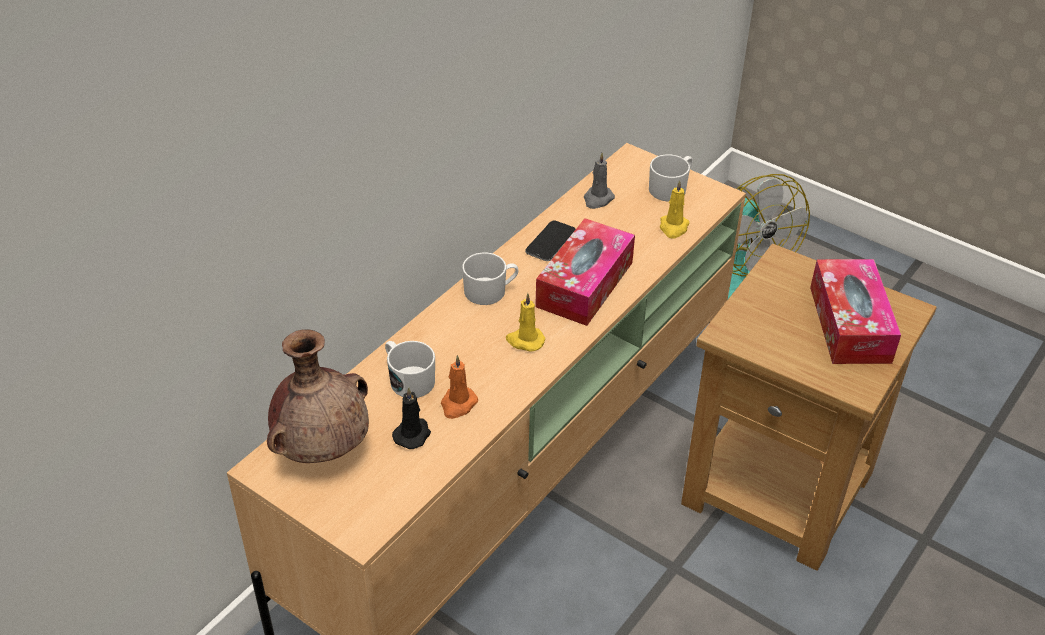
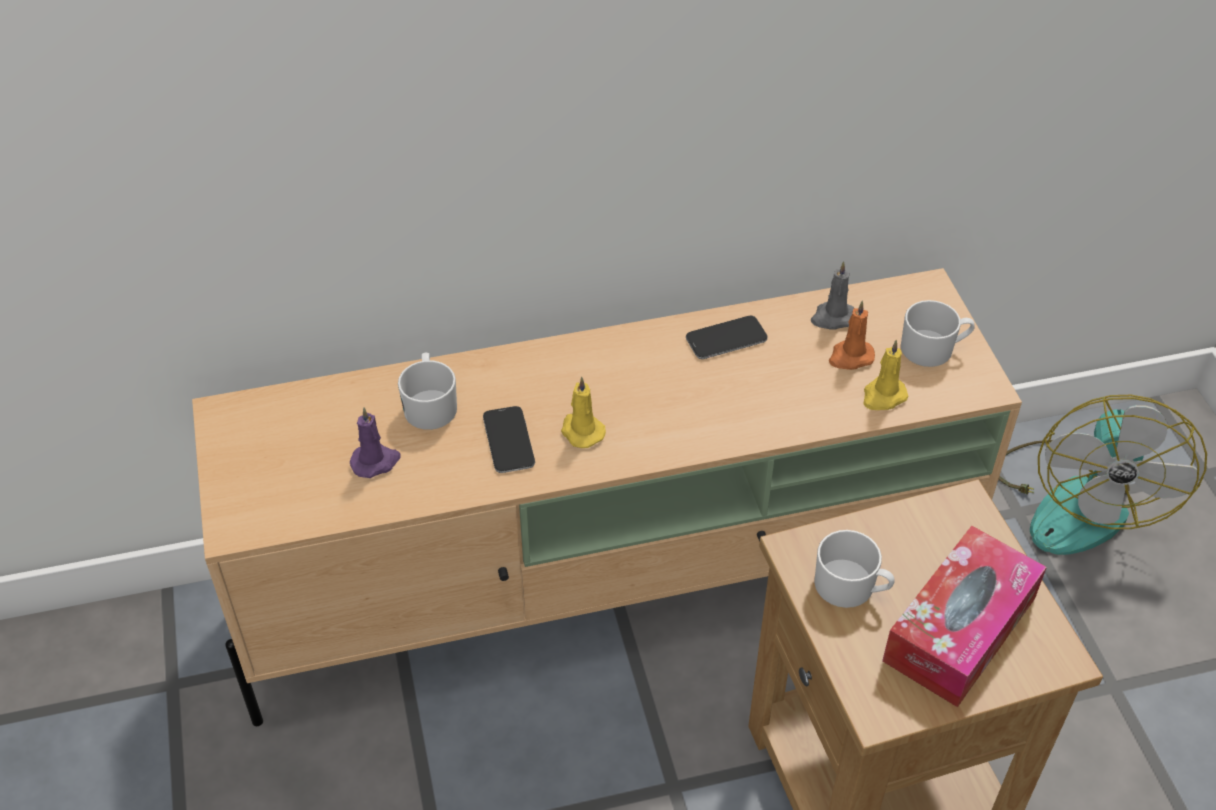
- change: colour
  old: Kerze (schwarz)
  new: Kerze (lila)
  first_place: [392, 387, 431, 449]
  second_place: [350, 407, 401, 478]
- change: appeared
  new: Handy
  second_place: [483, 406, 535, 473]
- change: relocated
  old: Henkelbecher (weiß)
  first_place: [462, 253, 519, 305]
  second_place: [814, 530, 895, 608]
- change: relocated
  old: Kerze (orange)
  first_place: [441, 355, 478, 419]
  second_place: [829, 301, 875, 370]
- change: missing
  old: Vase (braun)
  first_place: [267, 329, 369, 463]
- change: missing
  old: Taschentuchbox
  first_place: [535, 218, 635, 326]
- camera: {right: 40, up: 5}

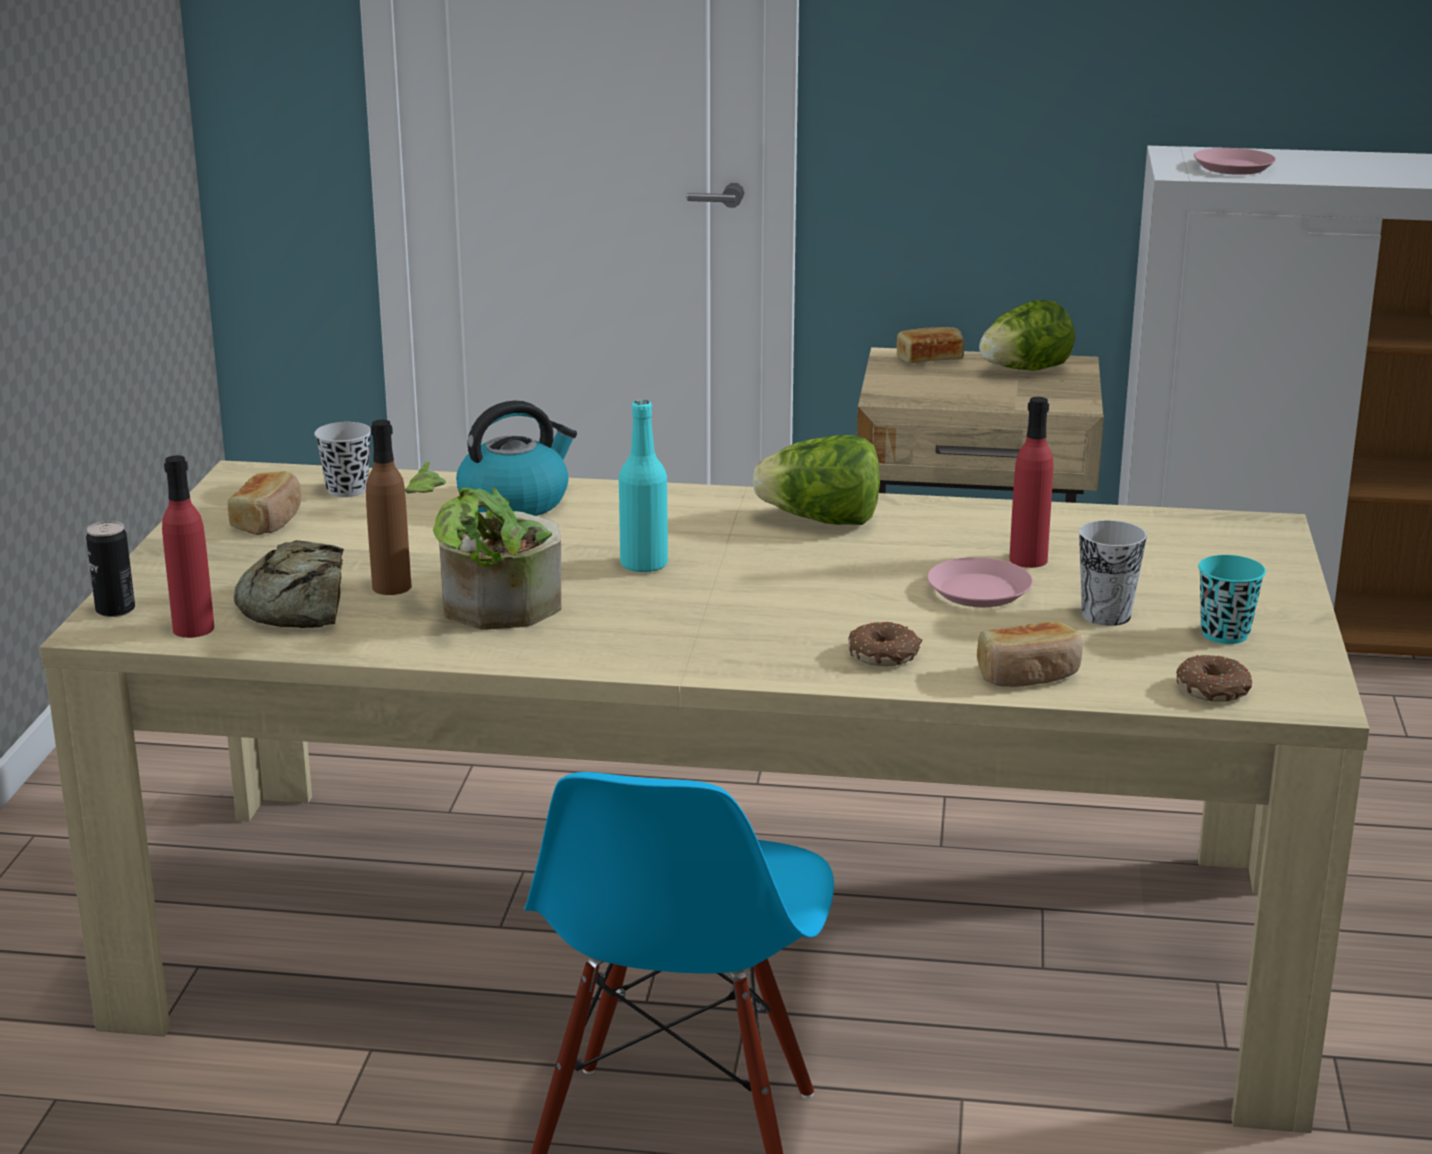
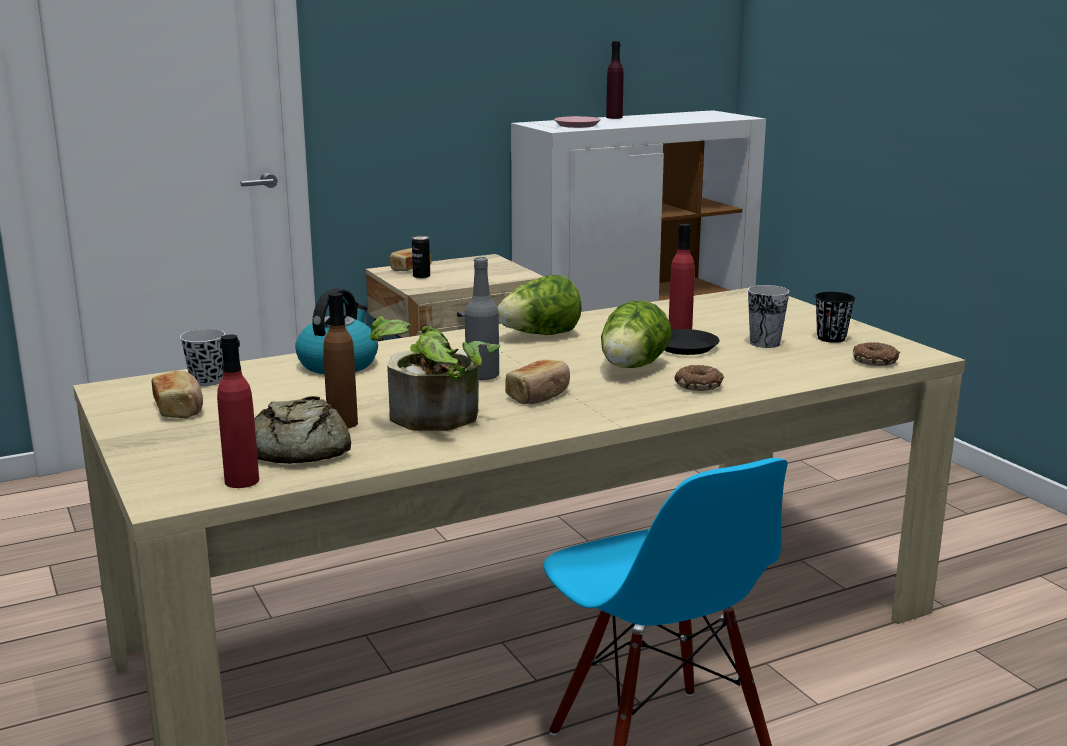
- change: relocated
  old: Dose
  first_place: [86, 521, 135, 617]
  second_place: [412, 236, 430, 279]
- change: colour
  old: Flasche (türkis)
  new: Flasche (grau)
  first_place: [619, 400, 668, 573]
  second_place: [465, 257, 499, 381]
- change: relocated
  old: Brot
  first_place: [977, 622, 1083, 687]
  second_place: [505, 360, 570, 404]
- change: relocated
  old: Salatkopf
  first_place: [979, 300, 1075, 371]
  second_place: [601, 301, 671, 368]
- change: appeared
  new: Flasche (lila)
  second_place: [606, 41, 624, 119]
- change: colour
  old: Teller (rosa)
  new: Teller (schwarz)
  first_place: [927, 557, 1033, 607]
  second_place: [664, 329, 719, 355]
- change: colour
  old: Tasse (türkis)
  new: Tasse (schwarz)
  first_place: [1198, 555, 1266, 644]
  second_place: [815, 292, 855, 343]
- camera: {right: -35, up: -5}

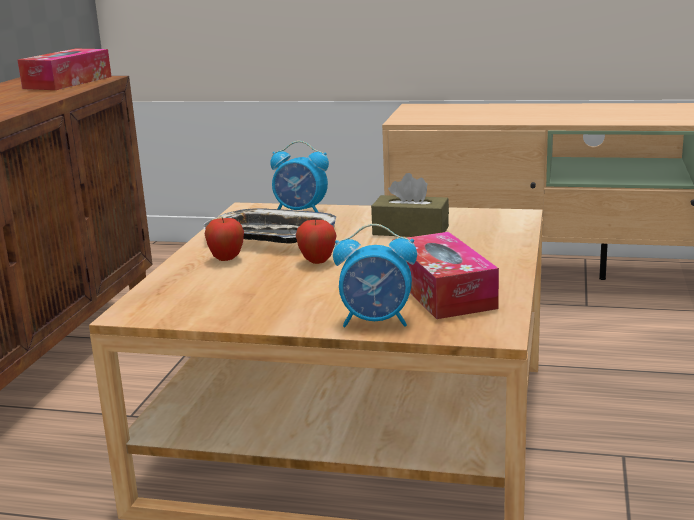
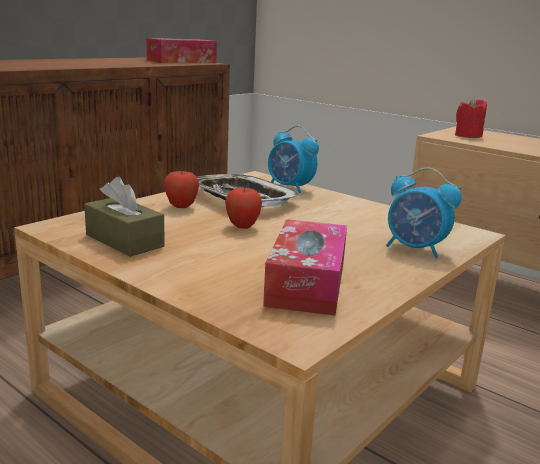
- change: relocated
  old: Taschentuchbox (braun)
  first_place: [371, 173, 449, 237]
  second_place: [84, 177, 165, 257]
- change: relocated
  old: Wecker
  first_place: [333, 224, 417, 327]
  second_place: [386, 167, 462, 258]
- change: appeared
  new: Kerze (rot)
  second_place: [455, 97, 487, 138]
- camera: {right: 25, up: 0}

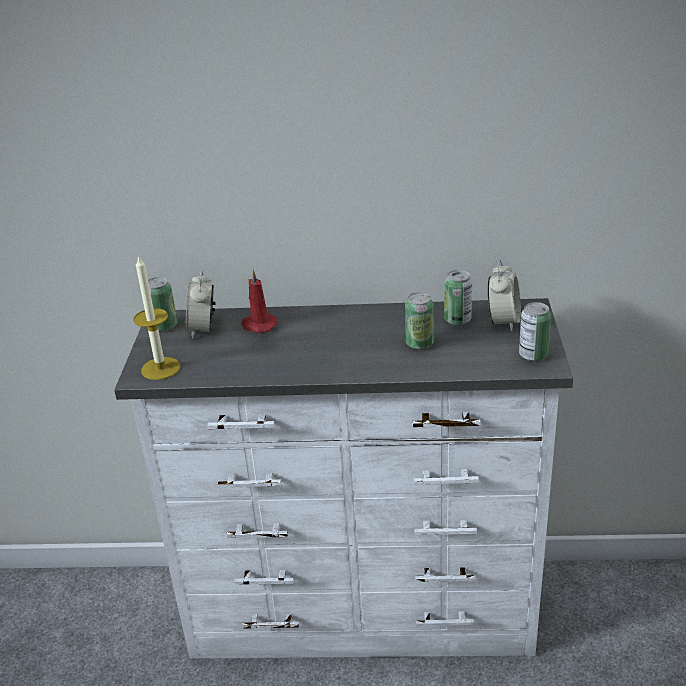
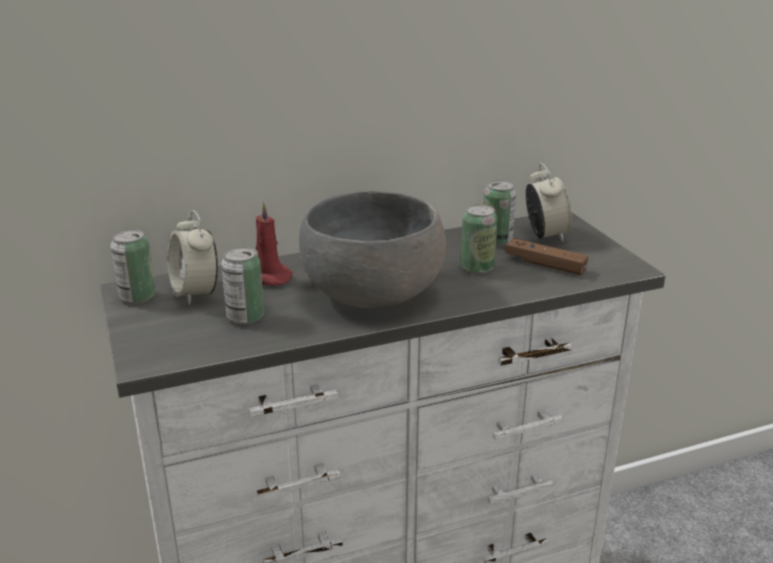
- change: relocated
  old: Dose
  first_place: [519, 302, 551, 361]
  second_place: [221, 247, 264, 325]
- change: appeared
  new: Schüssel (grau)
  second_place: [299, 191, 446, 308]
- change: appeared
  new: Gamepad (braun)
  second_place: [505, 238, 588, 275]
- change: missing
  old: Kerze
  first_place: [133, 255, 180, 380]
- camera: {right: -25, up: -5}

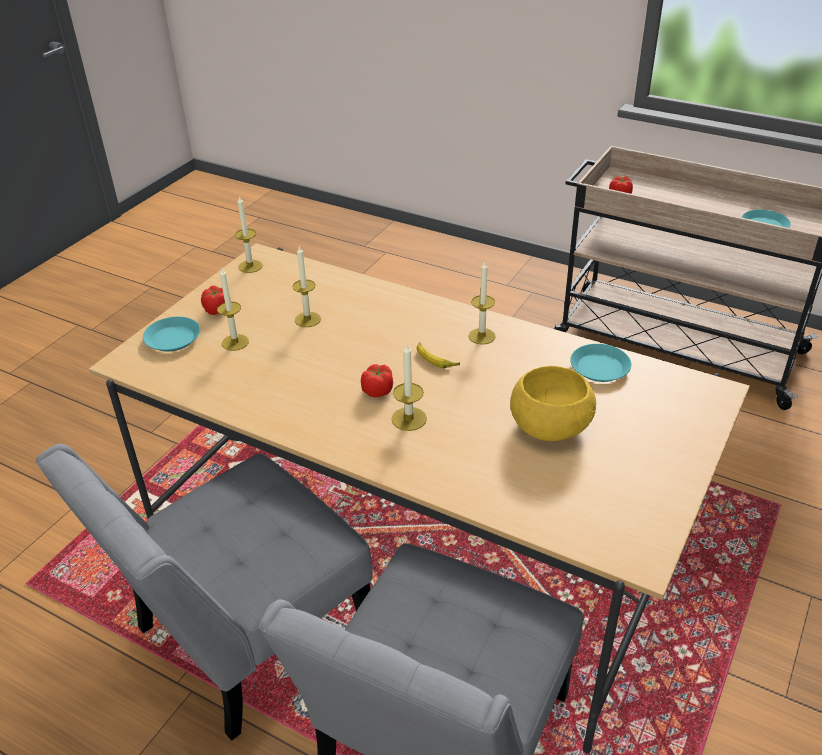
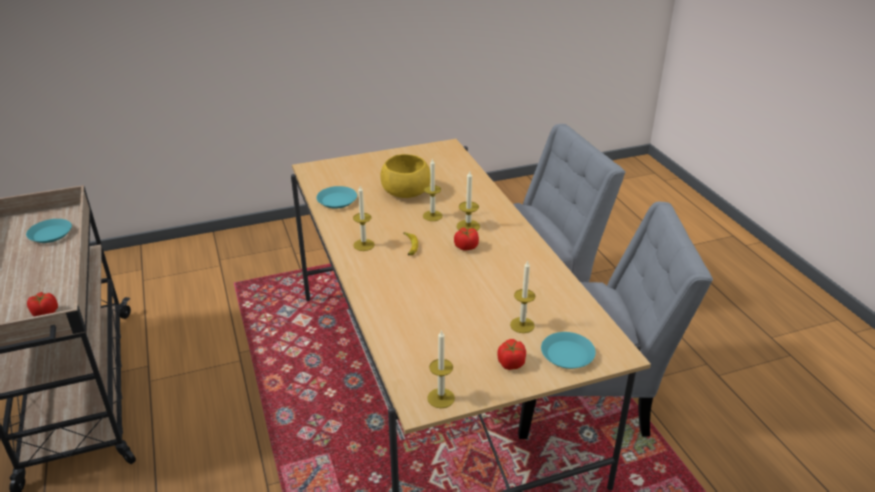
- change: relocated
  old: Kerze
  first_place: [293, 246, 321, 327]
  second_place: [423, 158, 443, 221]
- camera: {right: -140, up: -5}

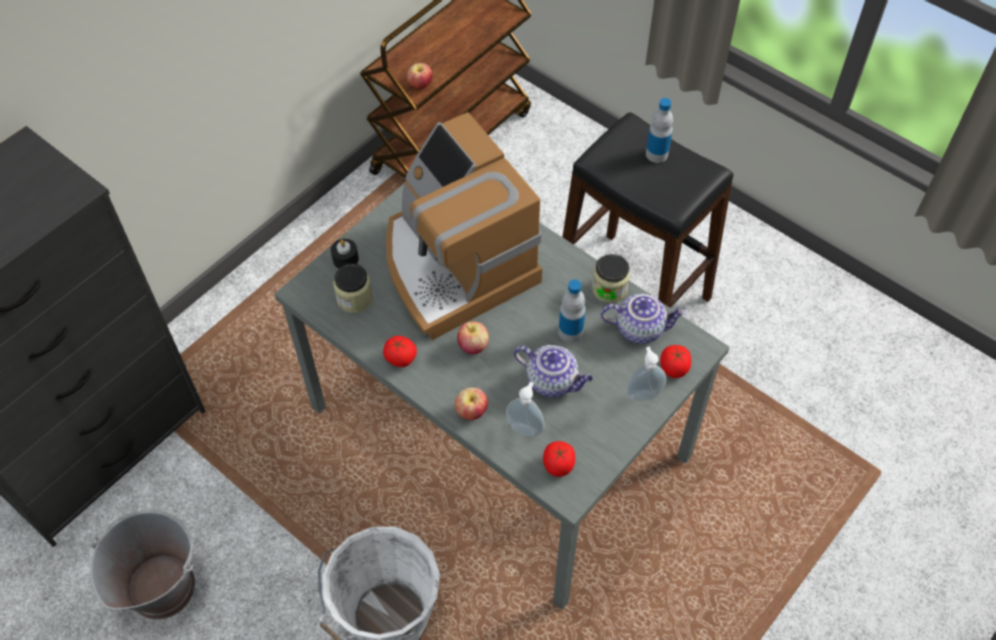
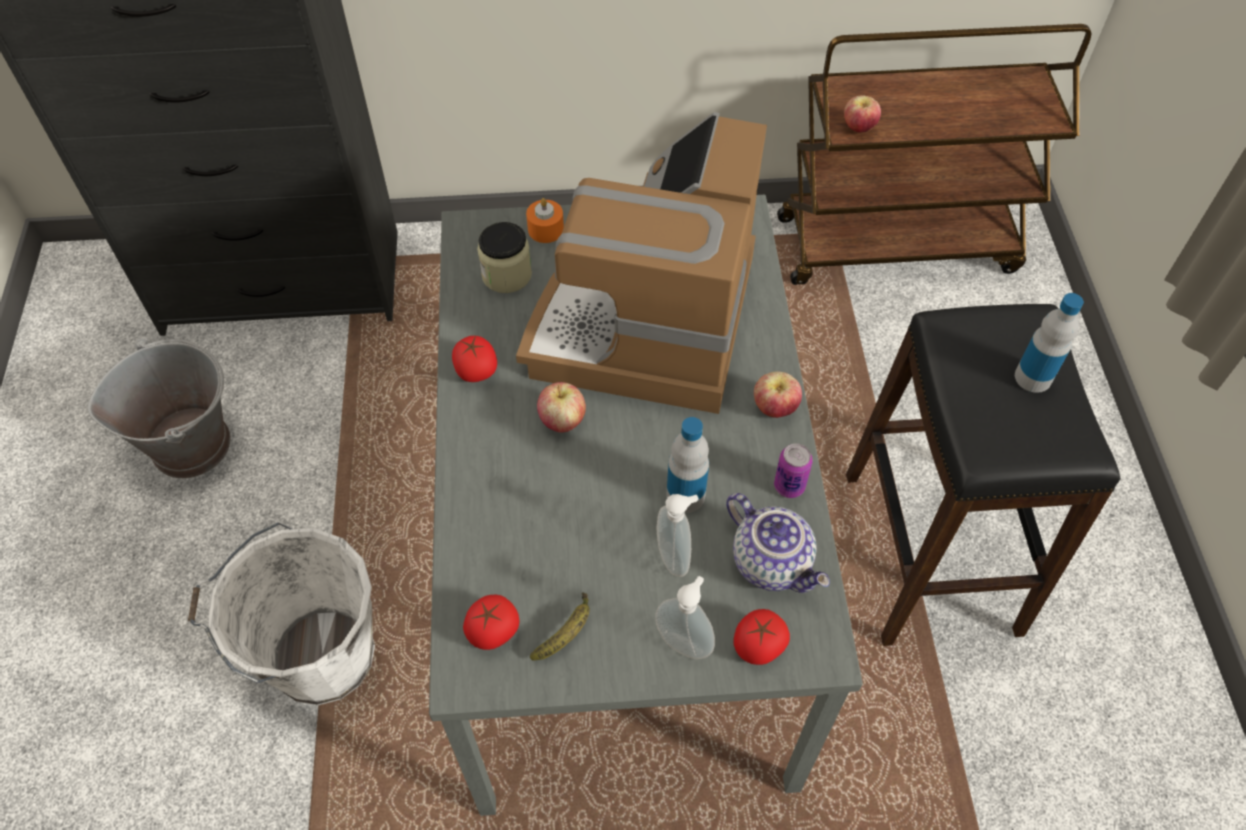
- change: colour
  old: Kerze (schwarz)
  new: Kerze (orange)
  first_place: [331, 239, 359, 268]
  second_place: [526, 198, 564, 243]
- change: appeared
  new: Banane
  second_place: [530, 592, 590, 660]
- change: relocated
  old: Seifenspender
  first_place: [506, 382, 544, 437]
  second_place: [656, 494, 699, 577]
- change: relocated
  old: Apfel
  first_place: [455, 388, 488, 420]
  second_place: [754, 371, 802, 418]
- change: exchanged
  old: Vorratsglas
  new: Dose
  first_place: [592, 254, 630, 303]
  second_place: [774, 443, 813, 498]
- change: missing
  old: Teekanne
  first_place: [514, 345, 593, 398]
- camera: {right: 45, up: 0}

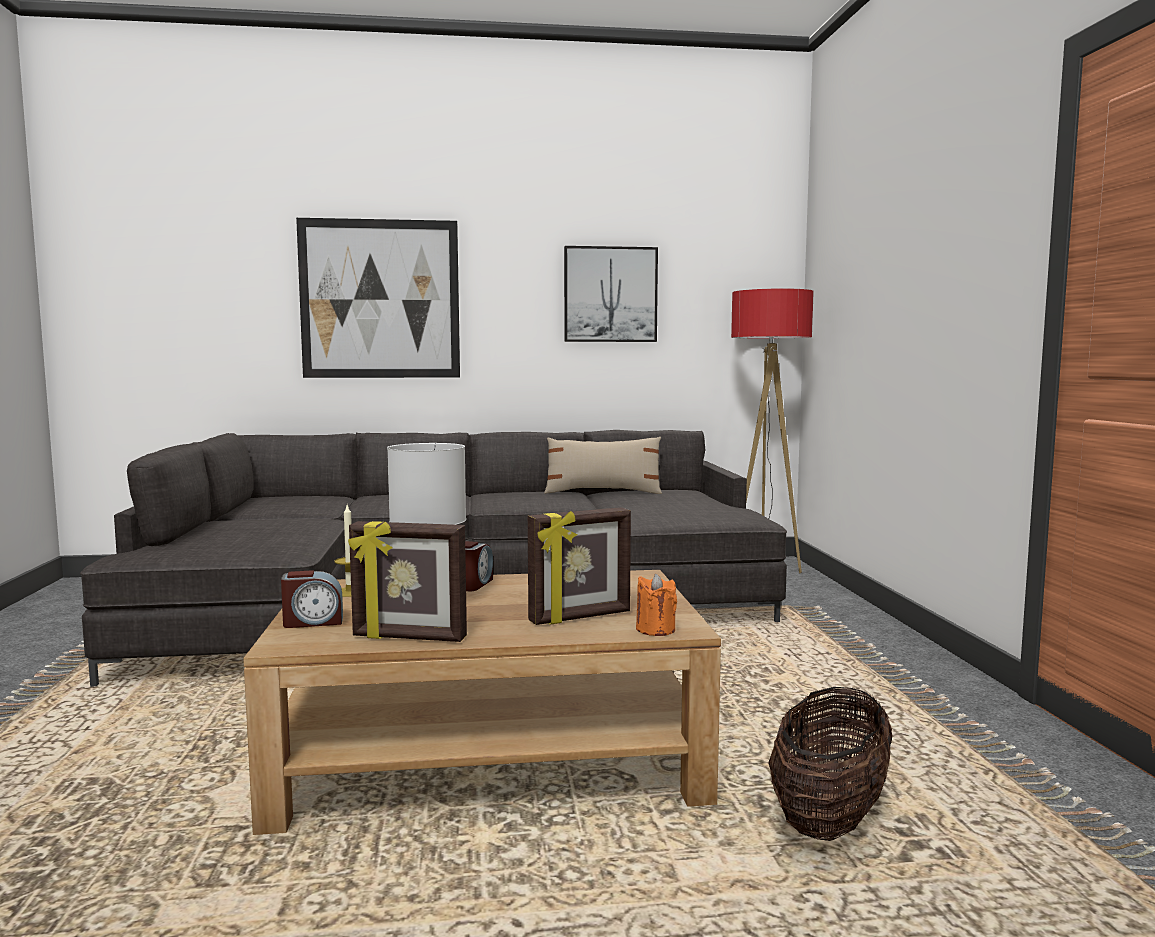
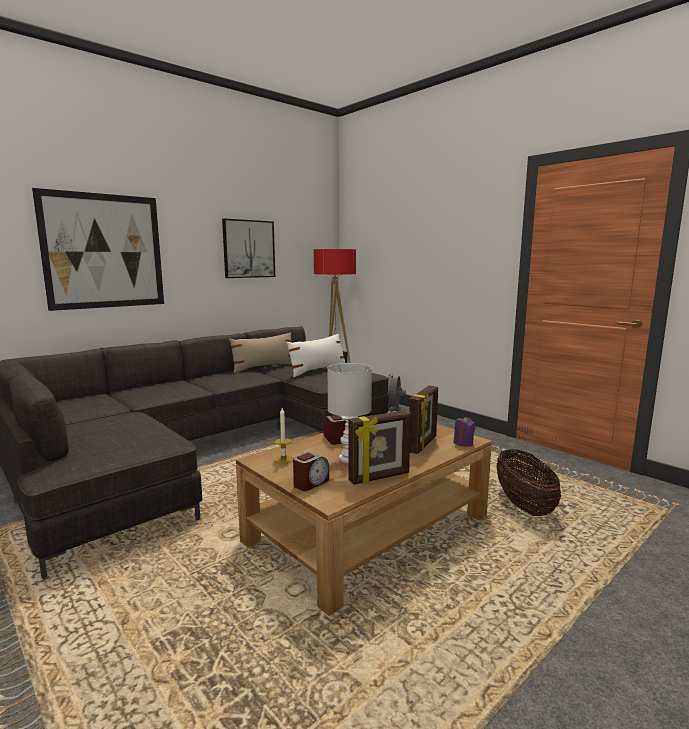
- change: appeared
  new: Kissen (weiß)
  second_place: [286, 334, 345, 377]
- change: appeared
  new: Ventilator (grau)
  second_place: [387, 373, 406, 410]
- change: colour
  old: Kerze (orange)
  new: Kerze (lila)
  first_place: [636, 574, 677, 636]
  second_place: [454, 417, 475, 447]
- camera: {right: -35, up: 5}

